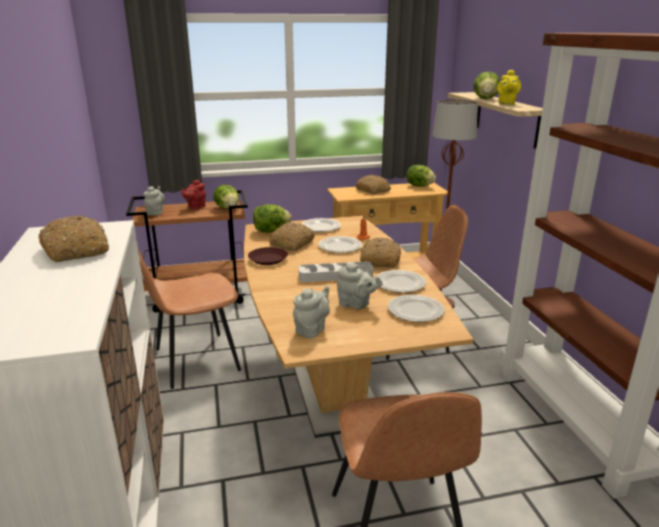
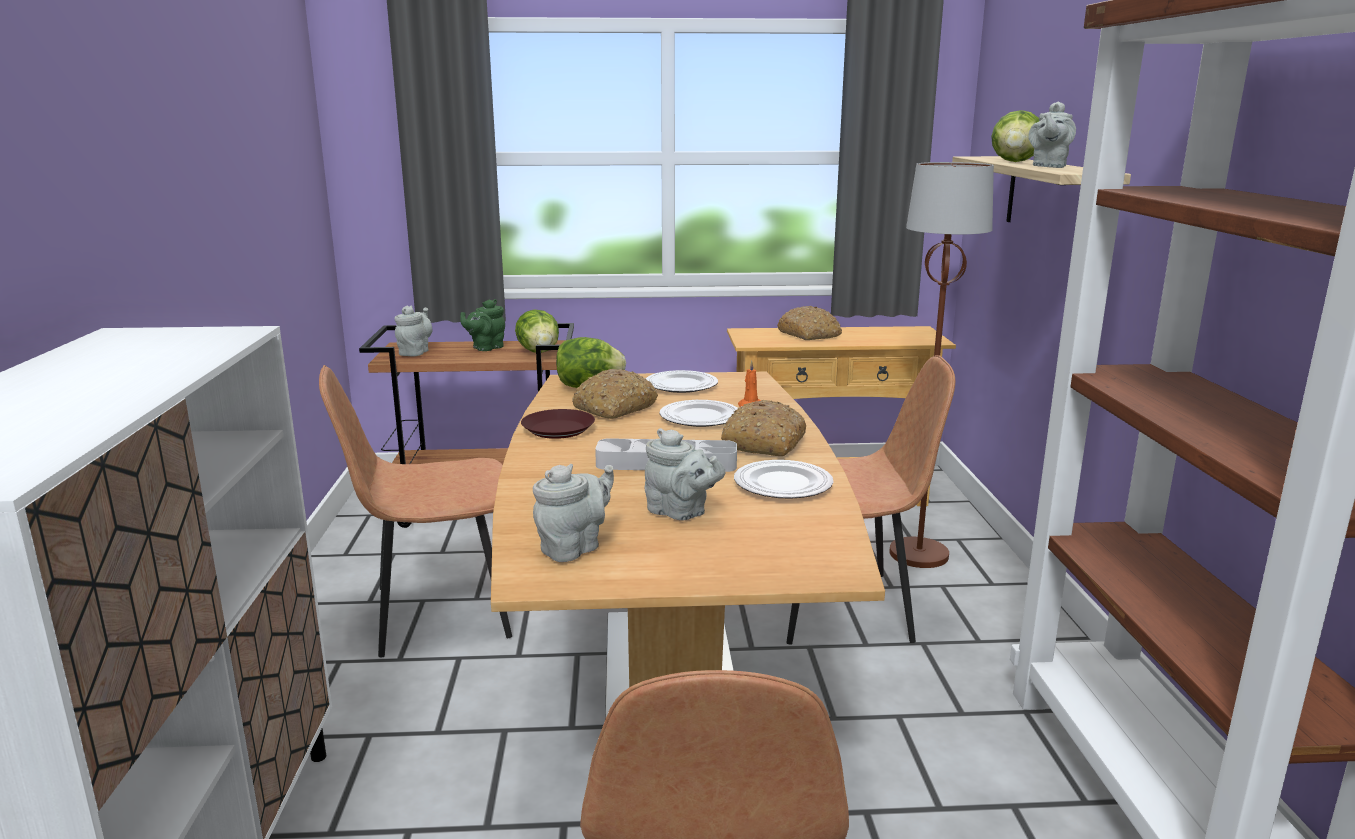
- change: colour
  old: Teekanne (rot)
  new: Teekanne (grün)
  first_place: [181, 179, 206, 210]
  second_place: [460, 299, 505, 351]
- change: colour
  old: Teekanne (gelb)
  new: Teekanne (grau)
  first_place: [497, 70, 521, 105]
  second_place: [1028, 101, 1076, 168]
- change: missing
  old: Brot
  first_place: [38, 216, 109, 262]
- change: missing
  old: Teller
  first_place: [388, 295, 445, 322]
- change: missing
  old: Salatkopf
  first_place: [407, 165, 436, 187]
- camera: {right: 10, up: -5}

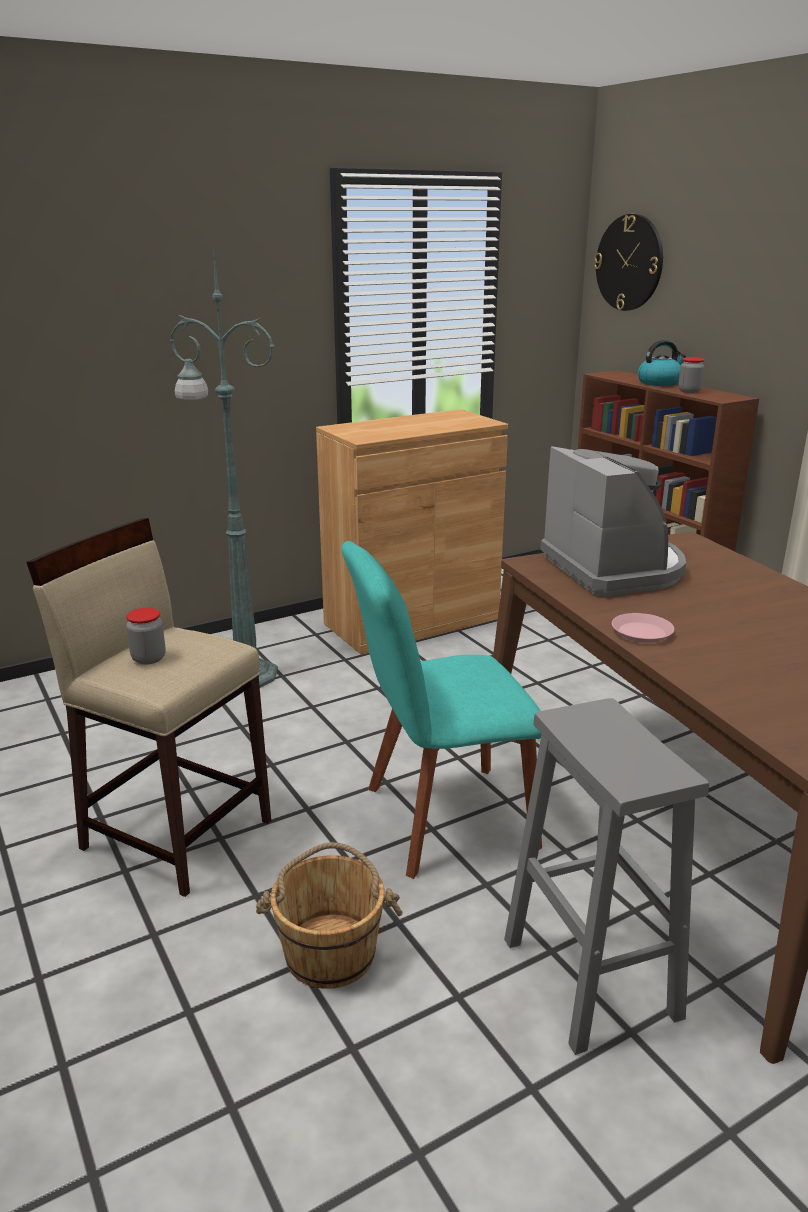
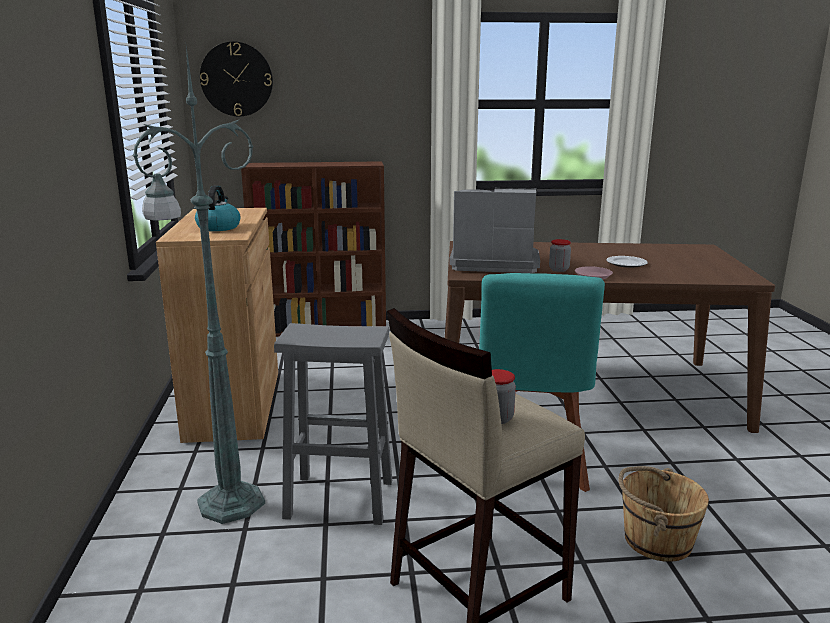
- change: relocated
  old: Wasserkessel
  first_place: [638, 340, 686, 386]
  second_place: [195, 186, 241, 231]
- change: relocated
  old: Hocker (grau)
  first_place: [504, 698, 709, 1055]
  second_place: [274, 323, 392, 525]
- change: relocated
  old: Vorratsglas
  first_place: [678, 357, 704, 393]
  second_place: [549, 239, 571, 272]
- change: appeared
  new: Teller
  second_place: [606, 256, 648, 268]
- camera: {right: -65, up: -5}

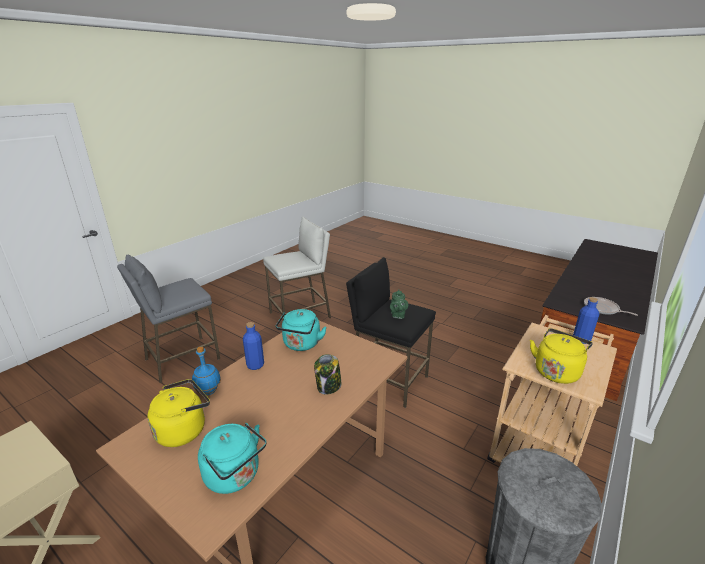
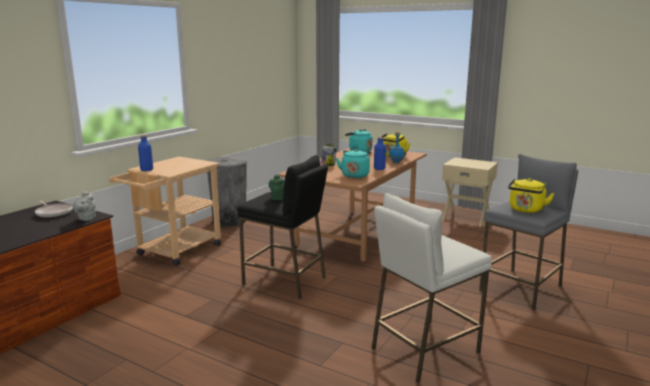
- change: appeared
  new: Teekanne (grau)
  second_place: [73, 190, 96, 221]
- change: relocated
  old: Wasserkessel (gelb)
  first_place: [530, 328, 593, 384]
  second_place: [508, 178, 555, 213]
- camera: {right: 175, up: -10}

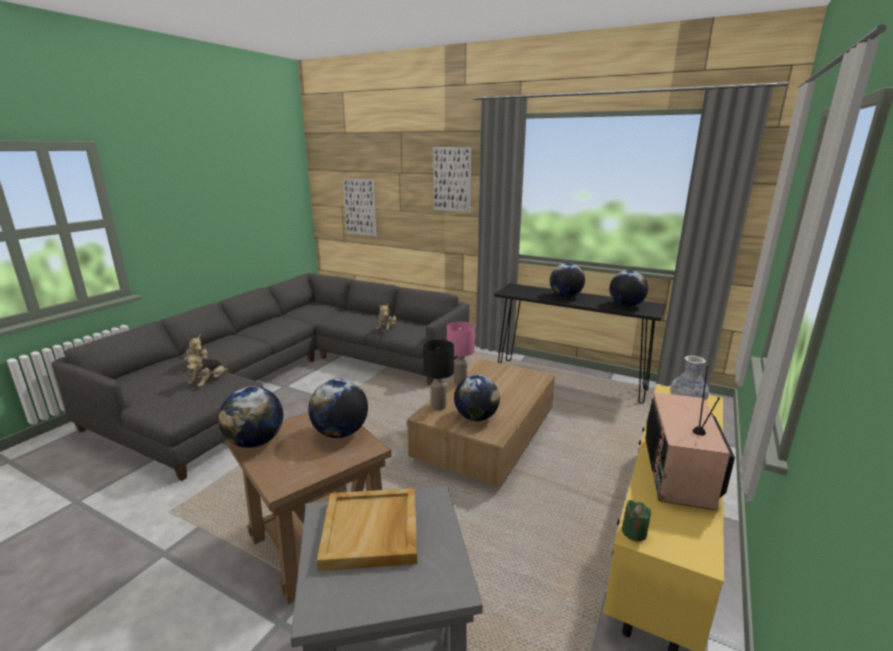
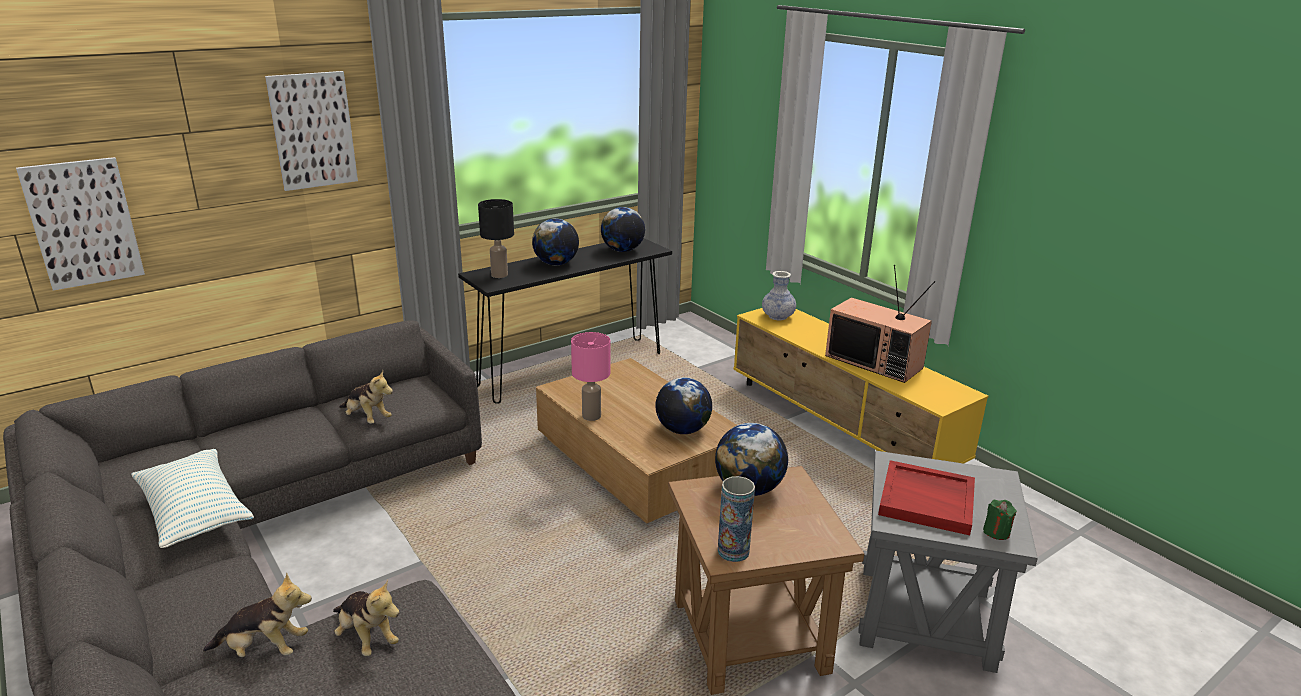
- change: appeared
  new: Kissen
  second_place: [131, 449, 254, 548]
- change: relocated
  old: Tischlampe (schwarz)
  first_place: [423, 340, 454, 410]
  second_place: [478, 199, 514, 278]
- change: exchanged
  old: Globus
  new: Vase
  first_place: [218, 386, 283, 448]
  second_place: [718, 476, 755, 562]
- change: colour
  old: Tablett (beige)
  new: Tablett (rot)
  first_place: [317, 488, 417, 571]
  second_place: [878, 460, 975, 535]
- change: relocated
  old: Kerze (grün)
  first_place: [622, 500, 651, 541]
  second_place: [983, 500, 1017, 540]
- camera: {right: -65, up: 5}

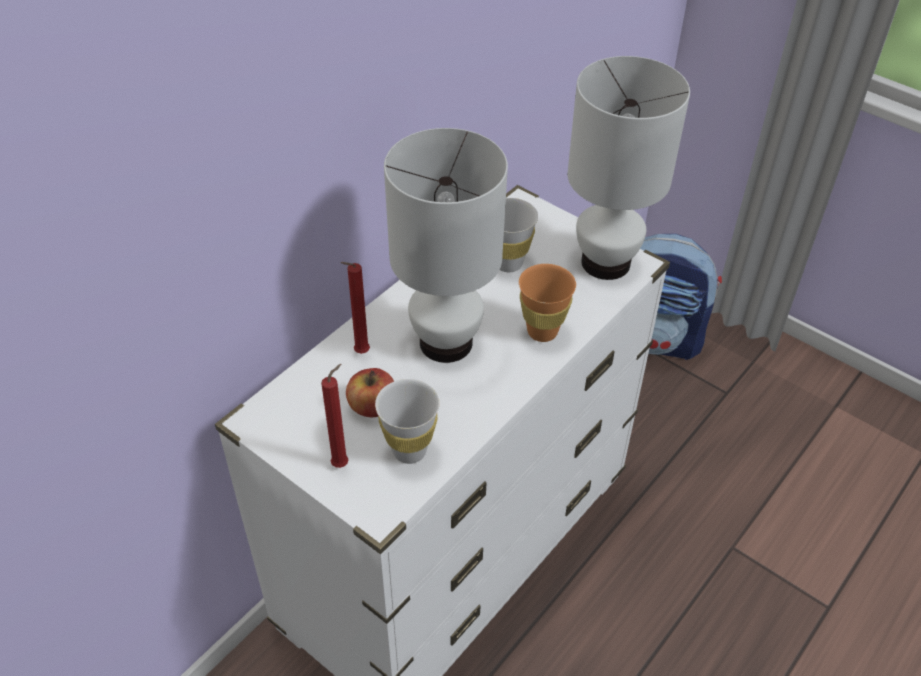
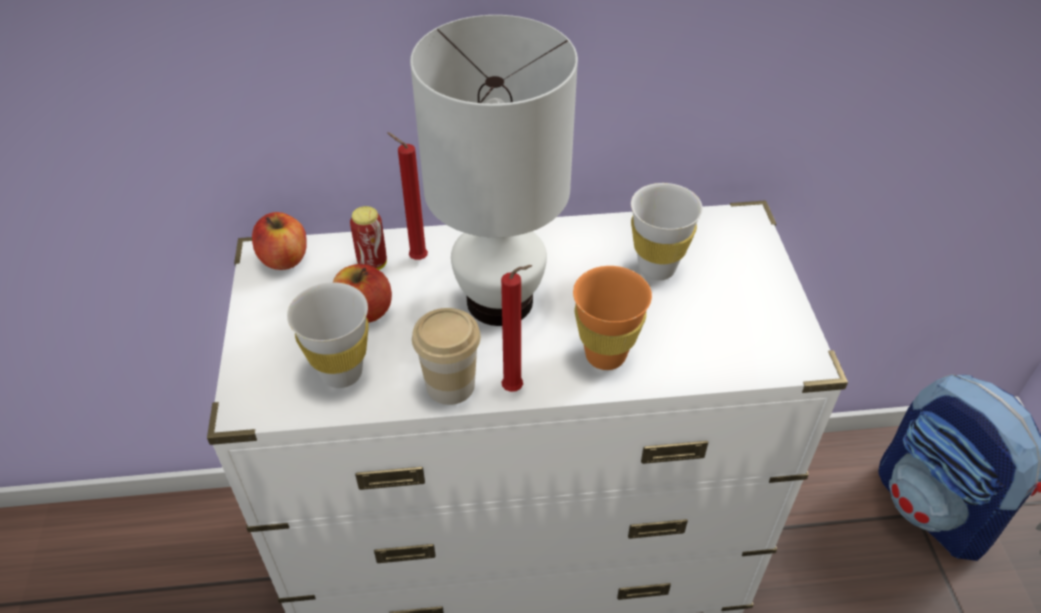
- change: appeared
  new: Apfel
  second_place: [252, 212, 307, 270]
- change: appeared
  new: Dose
  second_place: [350, 206, 387, 270]
- change: appeared
  new: Tasse
  second_place: [412, 308, 481, 405]
- change: relocated
  old: Kerze (rot)
  first_place: [321, 364, 348, 468]
  second_place: [501, 265, 532, 392]
- change: missing
  old: Tischlampe (weiß)
  first_place: [567, 56, 690, 280]
- camera: {right: 45, up: 0}

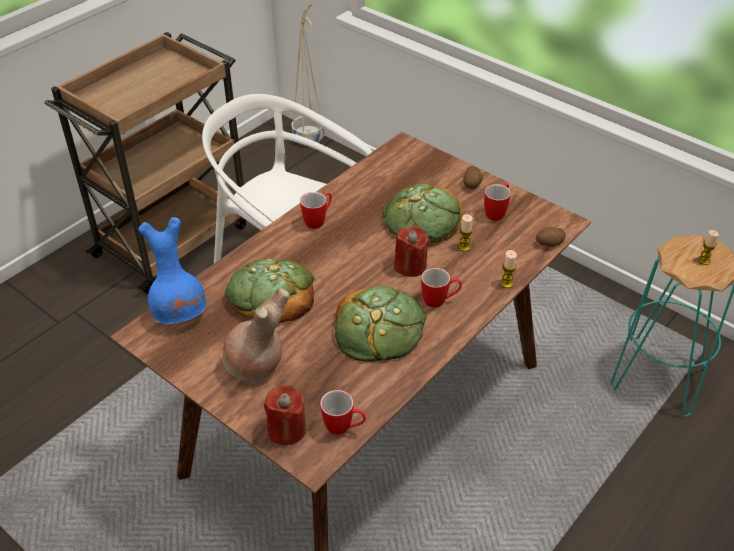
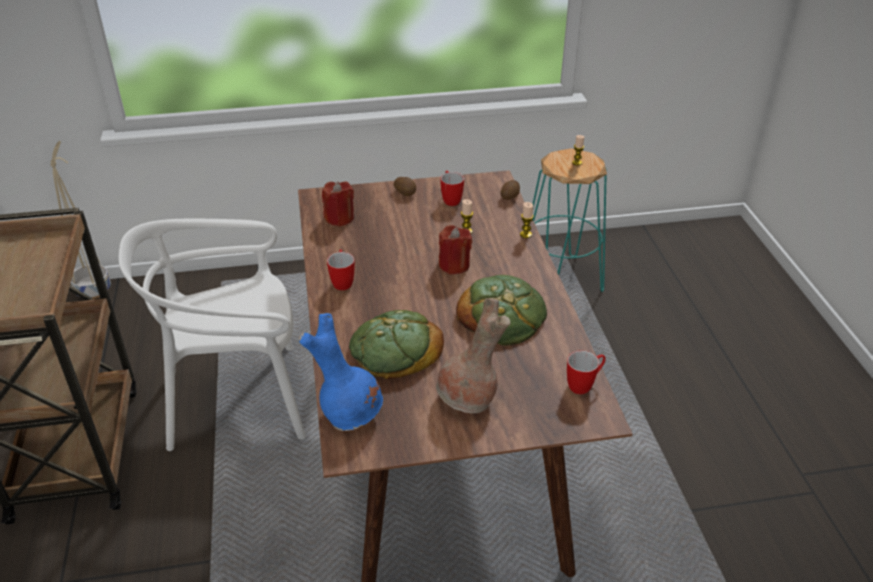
- change: relocated
  old: Kerze (rot)
  first_place: [264, 385, 306, 445]
  second_place: [322, 181, 354, 227]
- change: missing
  old: Brot
  first_place: [383, 184, 462, 242]
- change: missing
  old: Henkelbecher
  first_place: [421, 268, 462, 308]
- camera: {right: -50, up: -5}

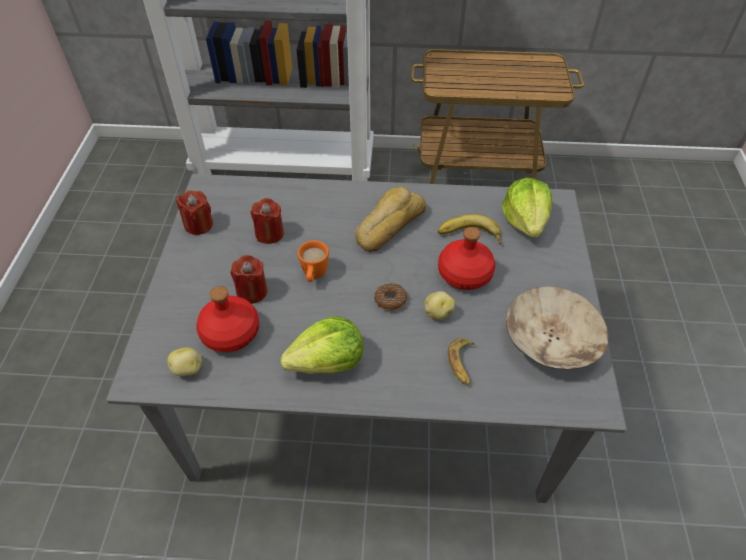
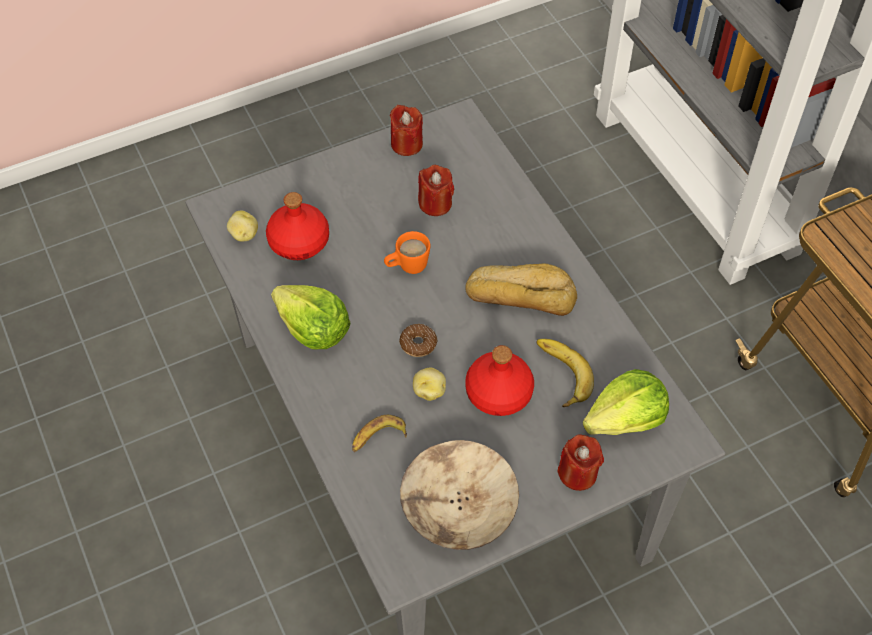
- change: relocated
  old: Kerze (rot)
  first_place: [230, 255, 268, 304]
  second_place: [557, 434, 604, 491]
- camera: {right: 60, up: 5}

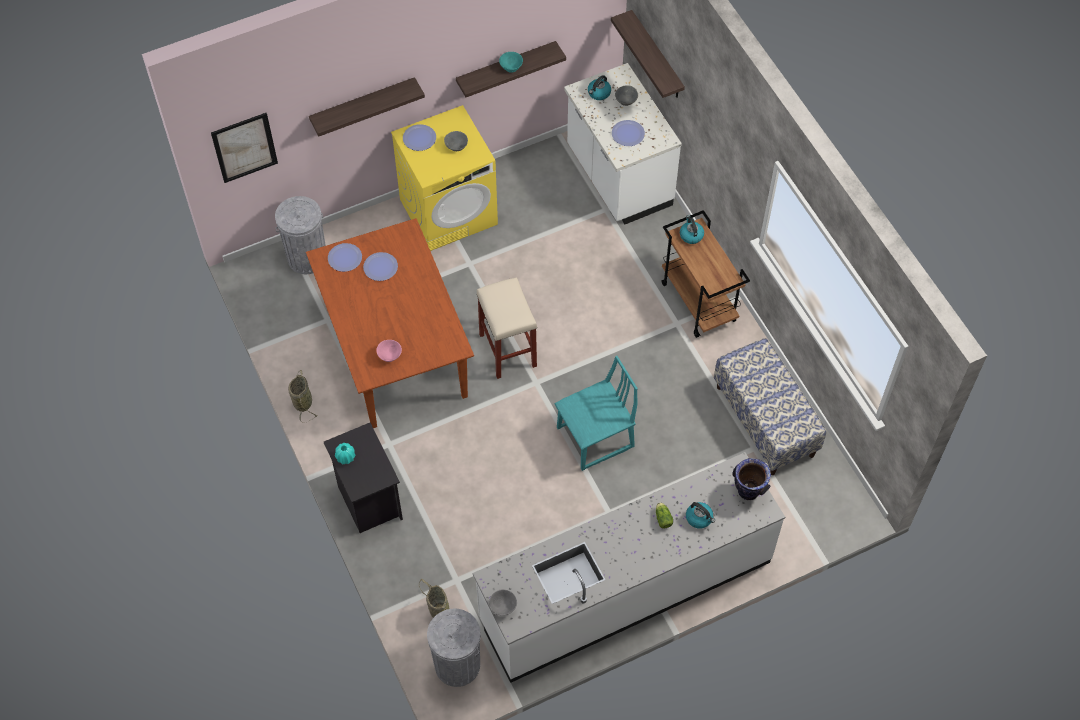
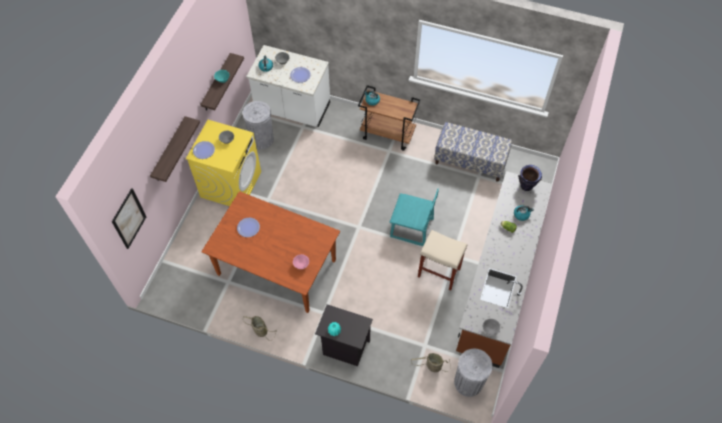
- change: relocated
  old: Mülleimer (grau)
  first_place: [275, 196, 326, 274]
  second_place: [243, 101, 274, 149]
- change: spun
  old: Stuhl (türkis)
  first_place: [555, 356, 638, 471]
  second_place: [390, 189, 439, 246]
  degrees: 90
- change: relocated
  old: Hocker (beige)
  first_place: [476, 277, 537, 379]
  second_place: [418, 230, 467, 291]
- change: colour
  old: Küchenzeile (weiß)
  new: Küchenzeile (braun)
  first_place: [472, 452, 785, 683]
  second_place: [456, 171, 552, 368]
- change: missing
  old: Teller
  first_place: [328, 243, 362, 272]
- change: missing
  old: Wandregal
  first_place: [611, 10, 685, 98]
- camera: {right: -45, up: 0}

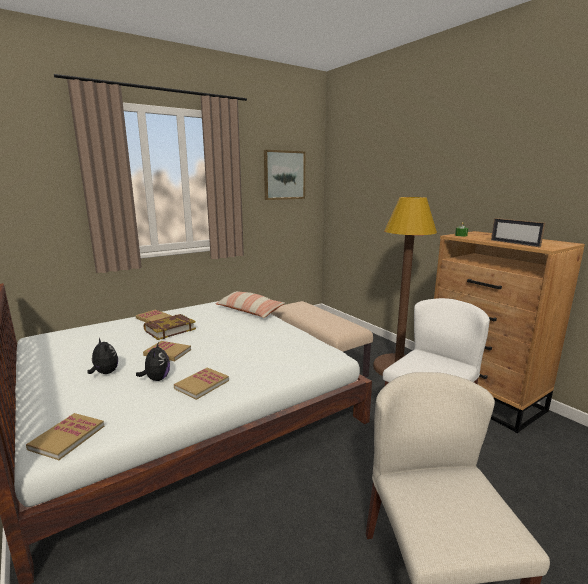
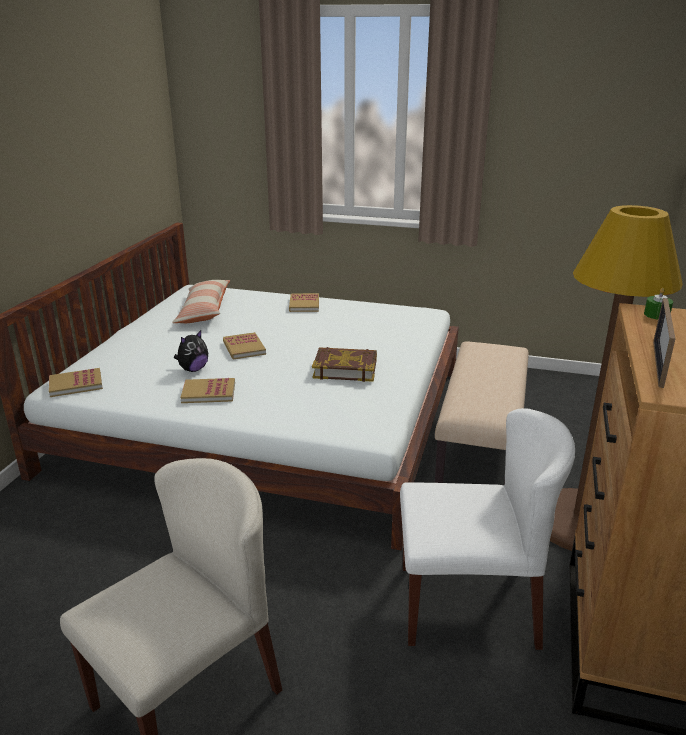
- change: relocated
  old: Kissen
  first_place: [216, 291, 285, 318]
  second_place: [172, 280, 230, 323]
- change: relocated
  old: Buch
  first_place: [143, 314, 196, 340]
  second_place: [312, 347, 377, 382]
- change: missing
  old: Plüschtier
  first_place: [87, 338, 118, 374]
- change: missing
  old: Bild
  first_place: [264, 150, 305, 200]
- camera: {right: 50, up: 10}

